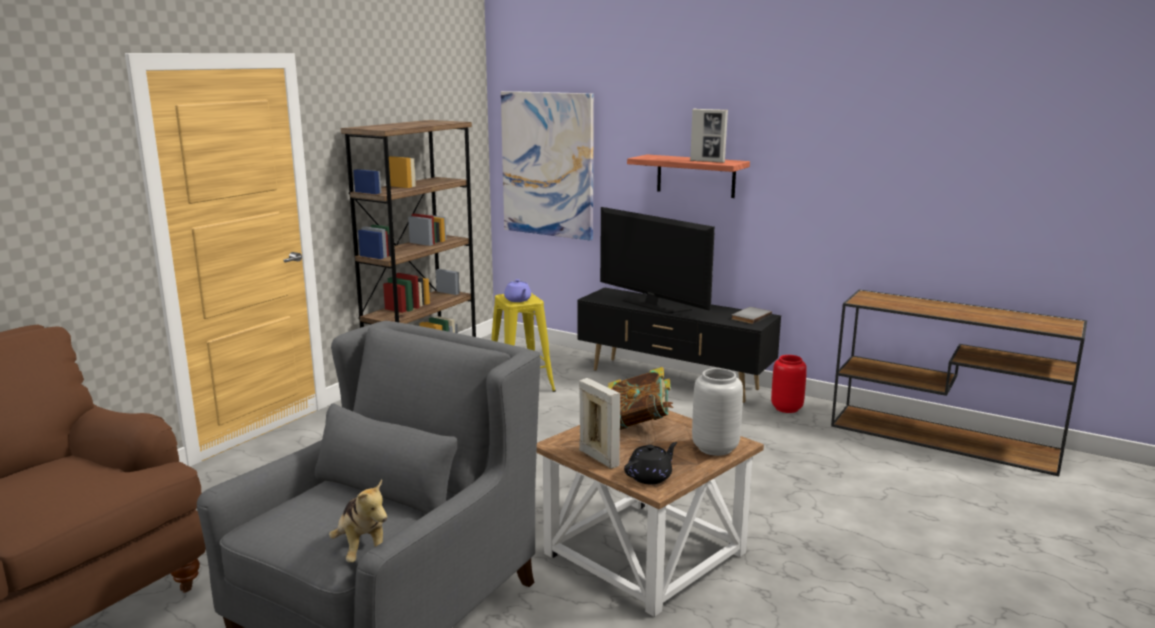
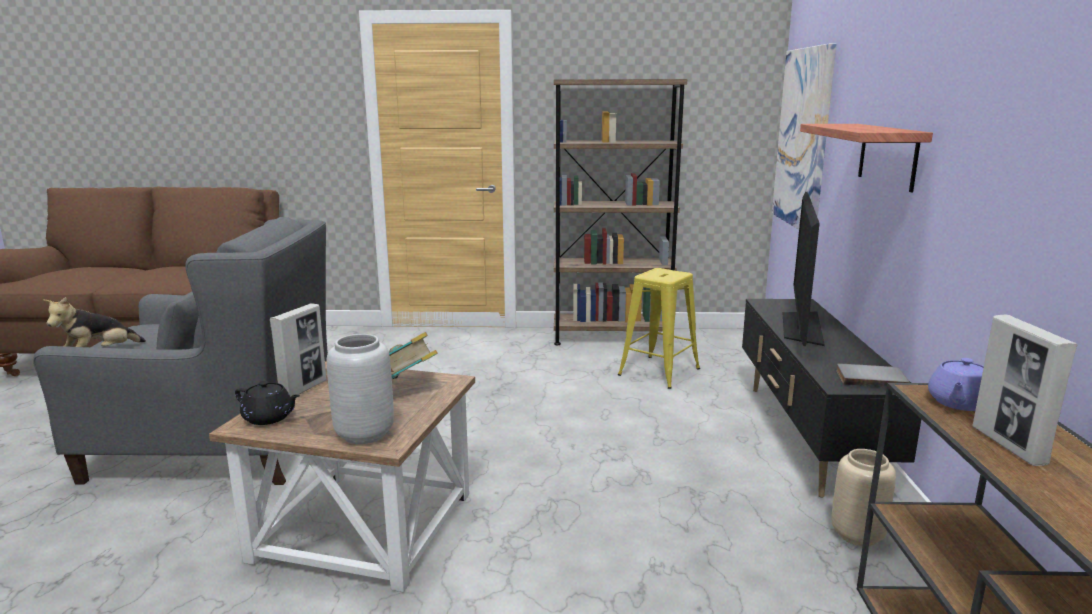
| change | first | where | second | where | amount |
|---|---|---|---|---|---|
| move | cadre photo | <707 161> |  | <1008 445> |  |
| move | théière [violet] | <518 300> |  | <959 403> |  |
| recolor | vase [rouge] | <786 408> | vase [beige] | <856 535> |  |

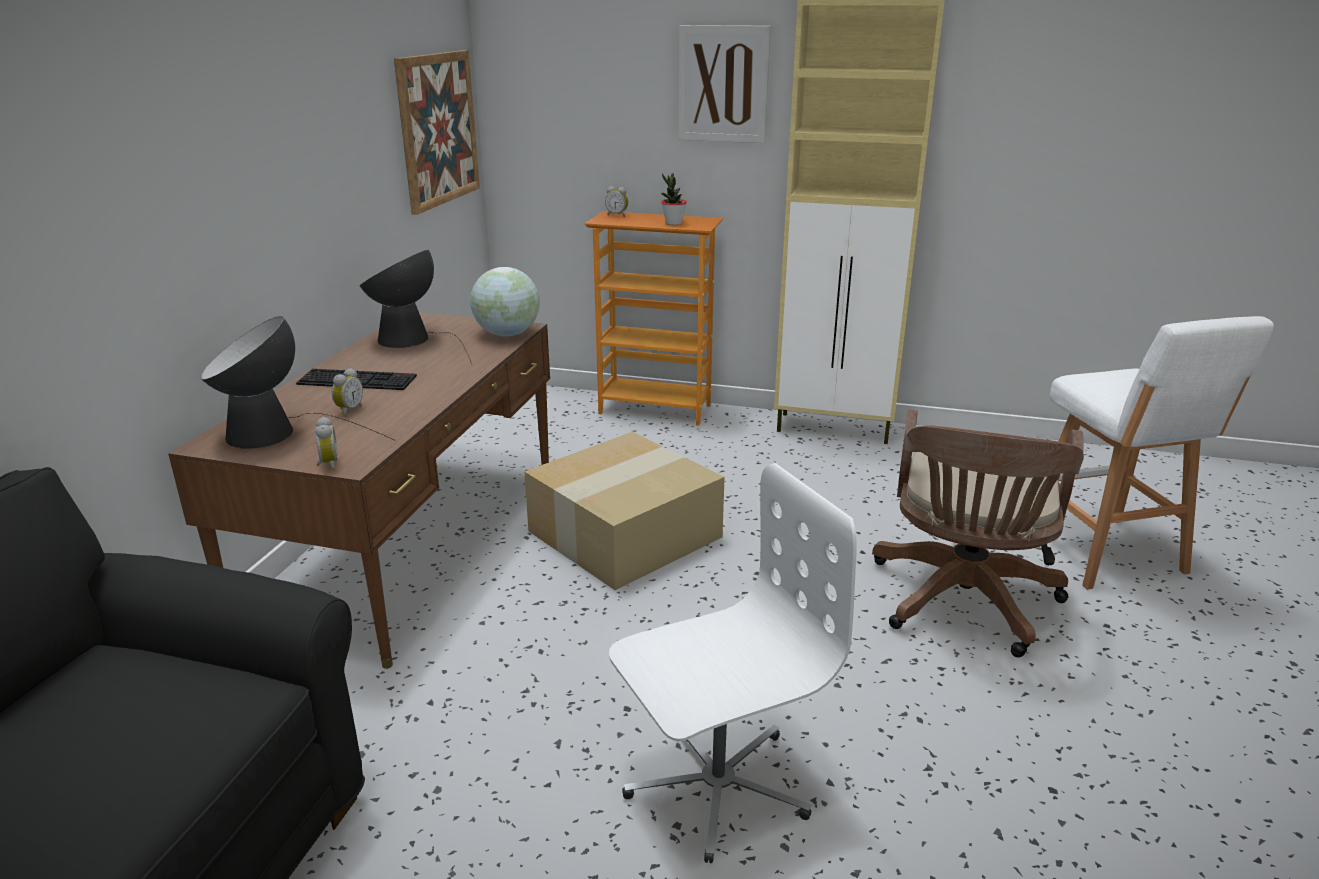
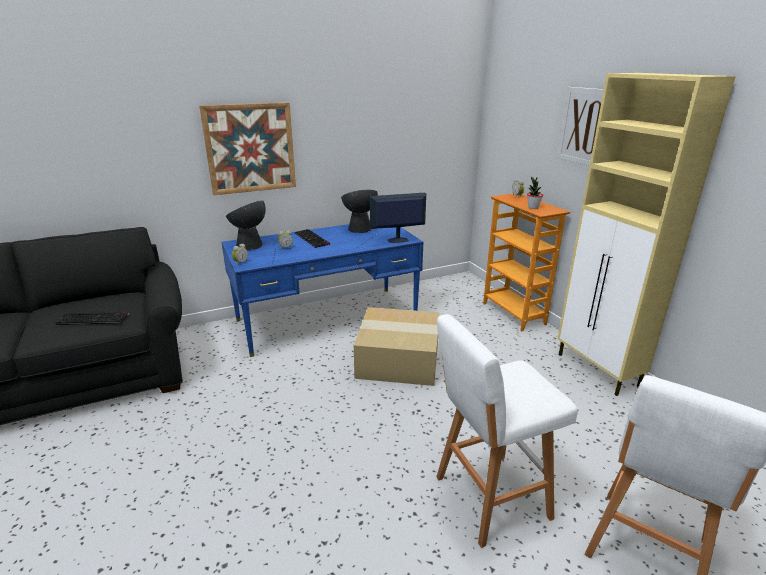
| change | first | where | second | where | amount |
|---|---|---|---|---|---|
| move | tableau | <438 129> |  | <250 148> |  |
| replace | globe | <507 334> | écran d'ordinateur | <397 240> |  |
| recolor | bureau [marron] | <411 543> | bureau [bleu] | <327 319> |  |
| replace | chaise de bureau [marron] | <963 604> | tabouret [blanc] | <488 498> |  |
| delete | chaise de bureau [blanc] | <716 784> |  |  |  |
| insert |  |  | clavier | <93 318> |  |

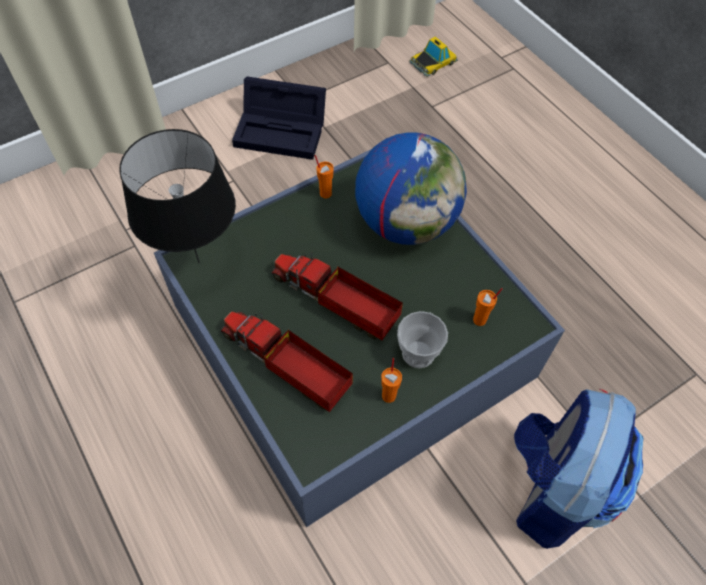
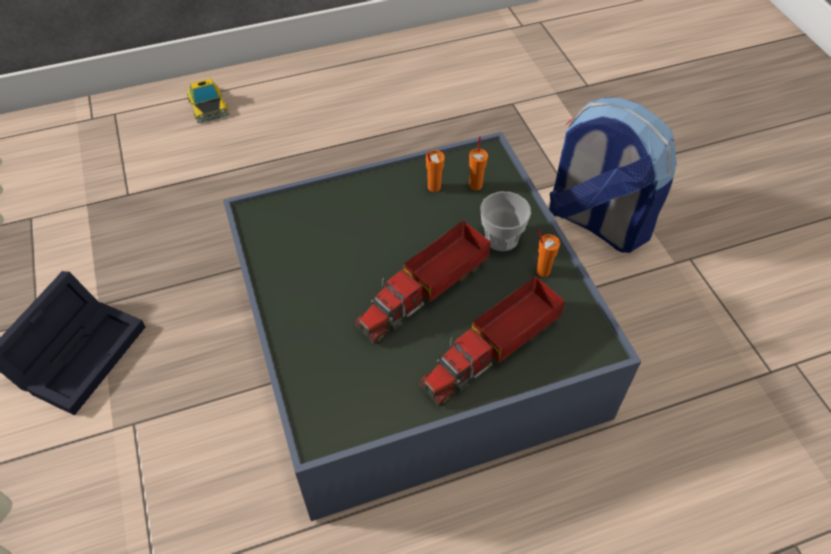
| change | first | where | second | where | amount |
|---|---|---|---|---|---|
| move | petite voiture | <433 62> |  | <208 105> |  |
| delete | lampe de table [noir] | <200 262> |  |  |  |
| delete | globe | <406 222> |  |  |  |
| move | tasse [orange] | <325 193> |  | <433 187> |  |

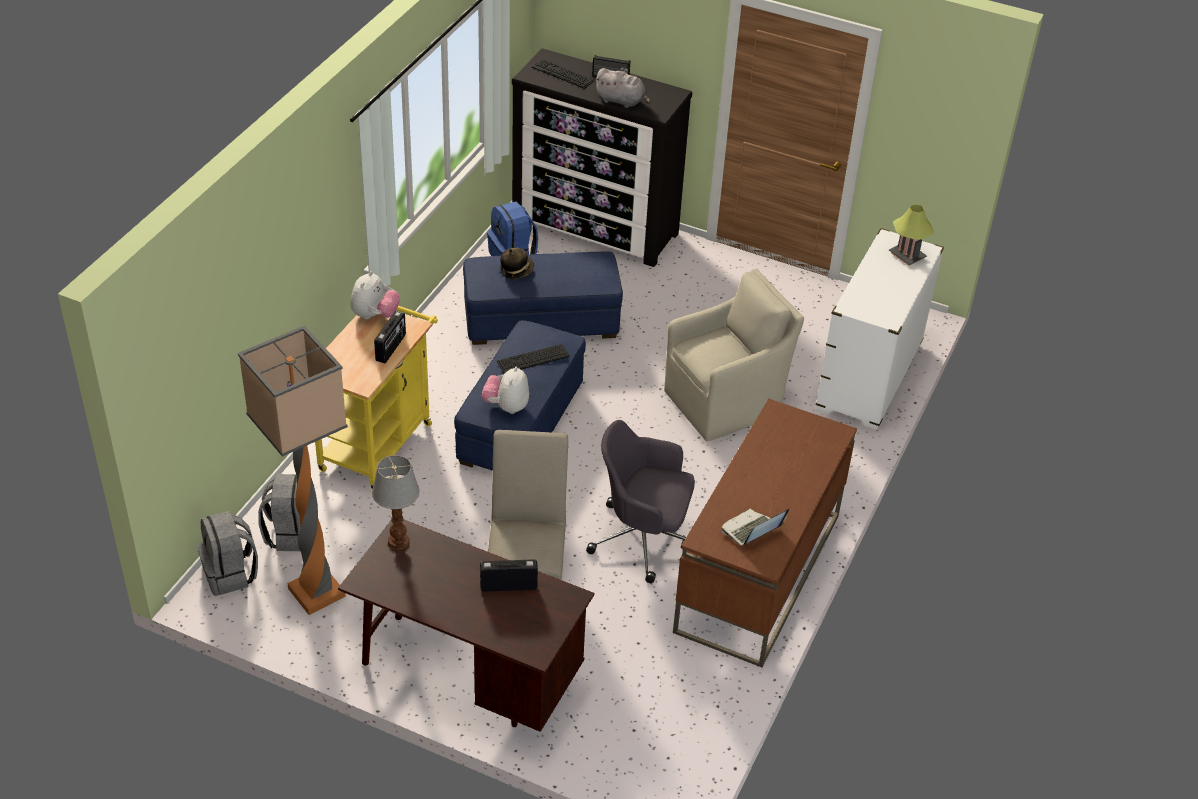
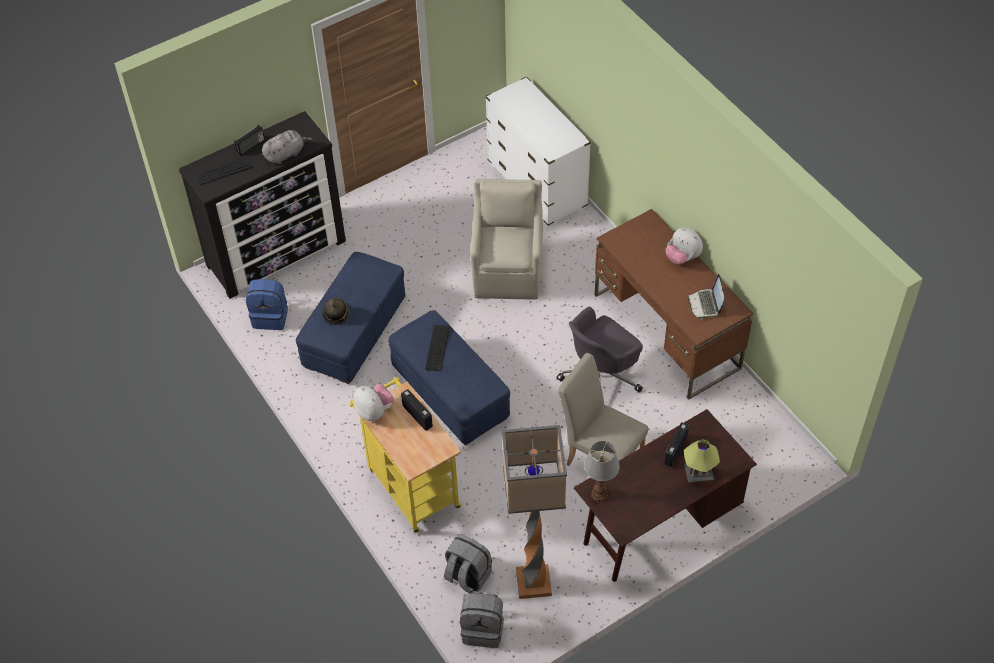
| change | first | where | second | where | amount |
|---|---|---|---|---|---|
| move | lampe de table | <907 256> |  | <698 473> |  |
| move | peluche | <506 406> |  | <682 257> |  |

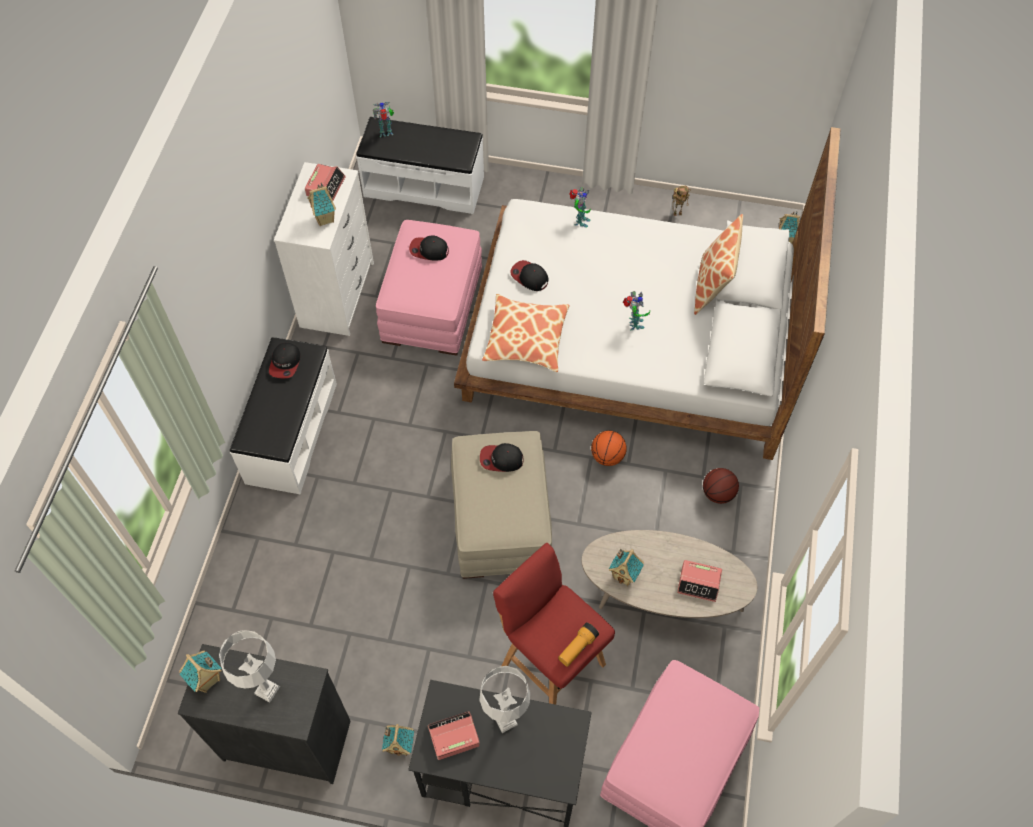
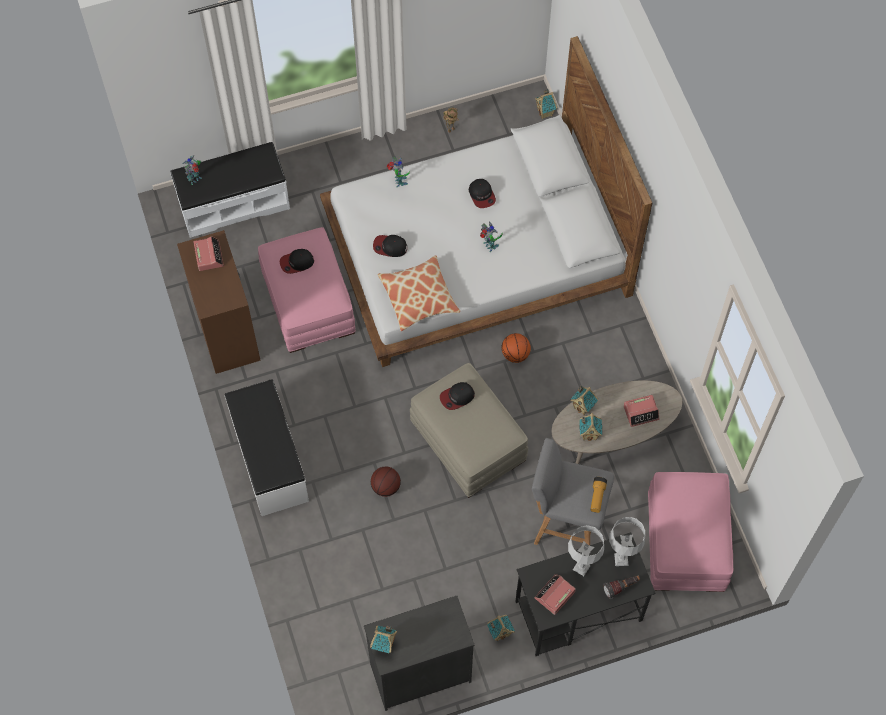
| change | first | where | second | where | amount |
|---|---|---|---|---|---|
| recolor | commode [blanc] | <338 295> | commode [marron] | <227 331> |  |
| move | maison miniature | <325 219> |  | <583 407> |  |
| delete | coussin | <713 286> |  |  |  |
| move | casquette | <285 363> |  | <482 195> |  |
| move | ballon de basket | <718 493> |  | <386 486> |  |
| recolor | tabouret [rouge] | <550 663> | tabouret [gris] | <565 522> |  |
| move | lampe de table [gris] | <267 690> |  | <621 559> |  |
| insert |  |  | lampe de poche | <621 587> |  |

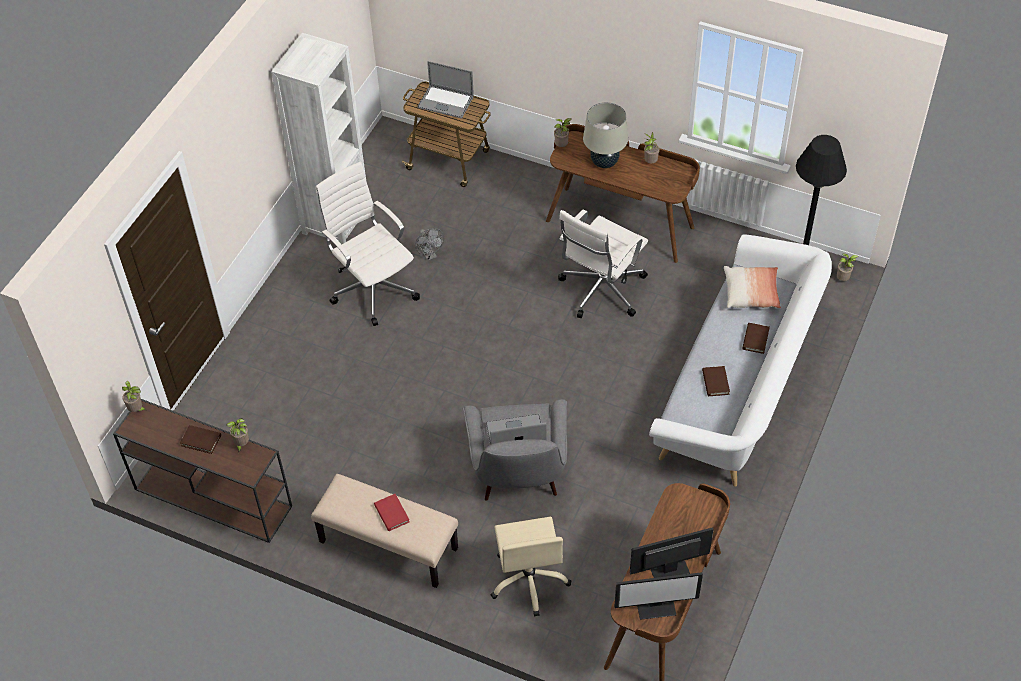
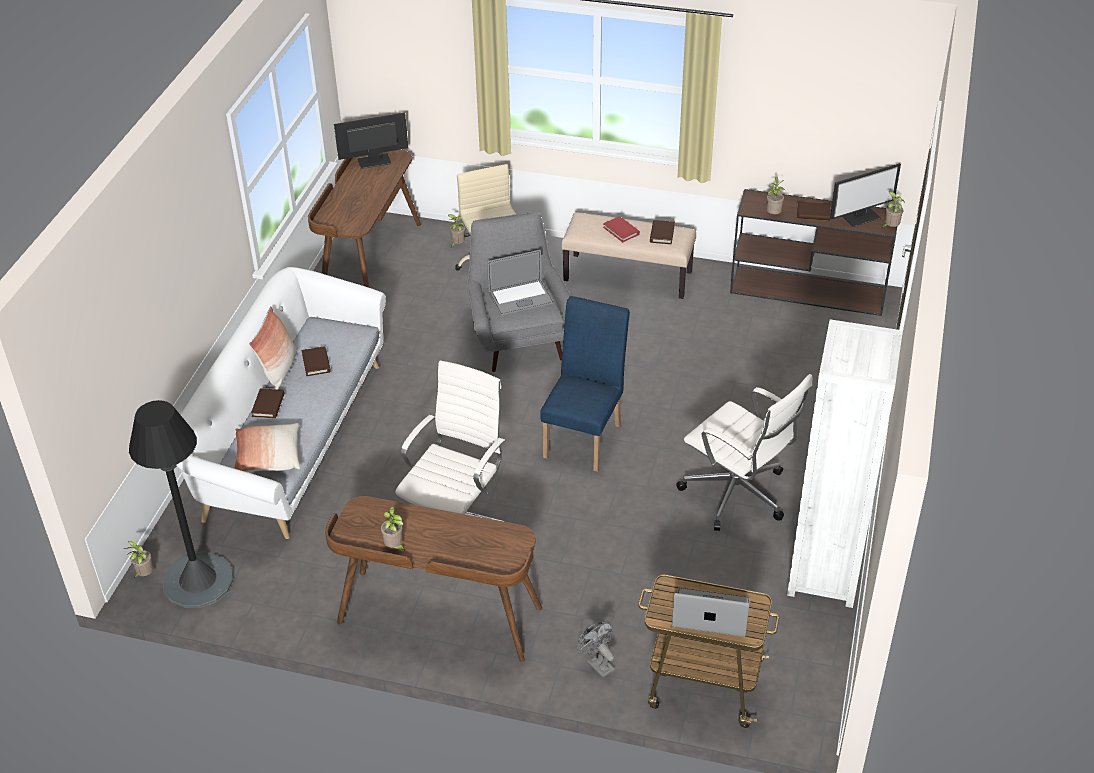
| change | first | where | second | where | amount |
|---|---|---|---|---|---|
| delete | lampe de table [beige] | <604 162> |  |  |  |
| move | plante en pot | <562 146> |  | <457 245> |  |
| move | ventilateur [gris] | <430 255> |  | <597 663> |  |
| move | écran d'ordinateur | <668 569> |  | <861 216> |  |
| insert |  |  | livre [marron] | <662 234> |  |
| insert |  |  | chaise [bleu] | <585 436> |  |
| insert |  |  | coussin | <279 371> |  |

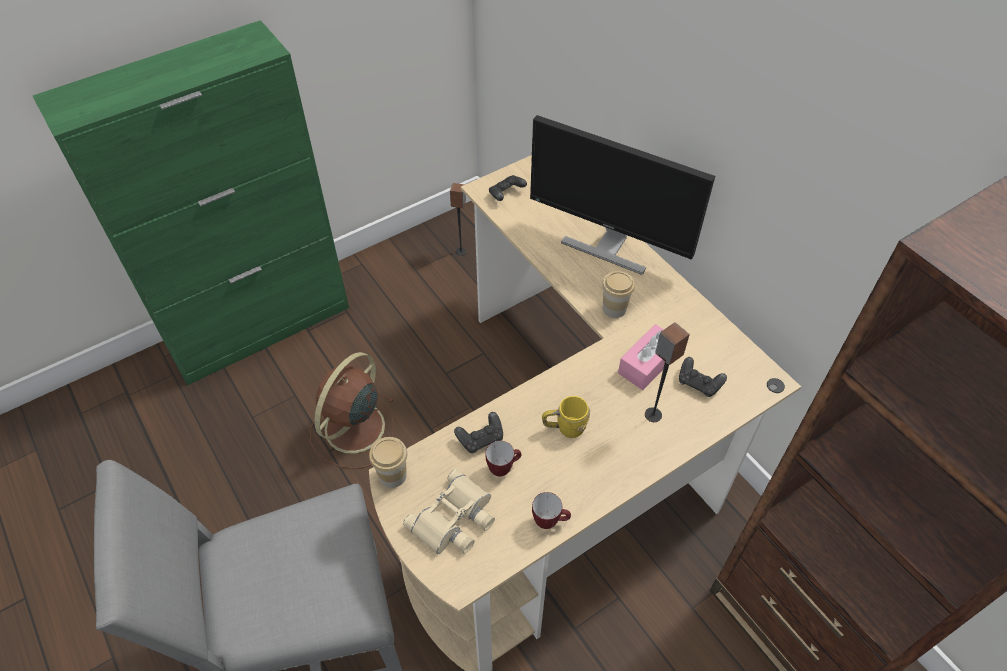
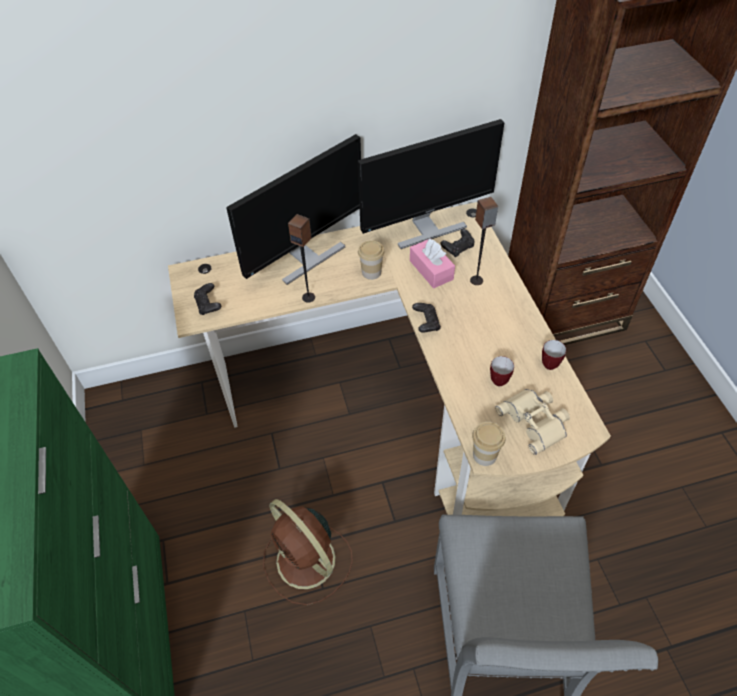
| change | first | where | second | where | amount |
|---|---|---|---|---|---|
| move | enceinte | <461 251> |  | <308 297> |  |
| delete | mug [jaune] | <564 428> |  |  |  |
| move | manette [noir] | <481 439> |  | <426 323> |  |
| insert |  |  | écran d'ordinateur | <426 228> |  |

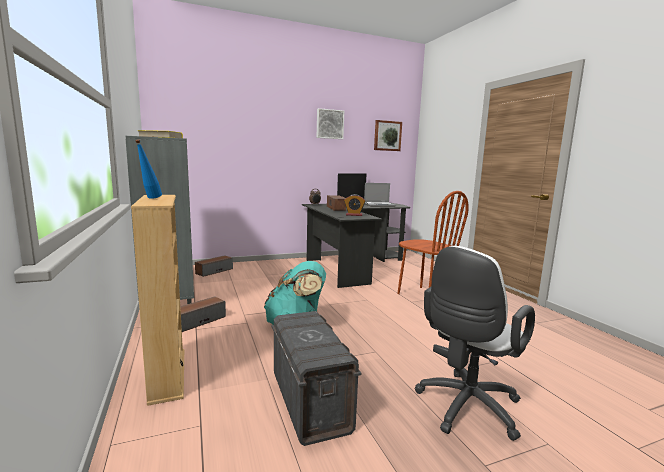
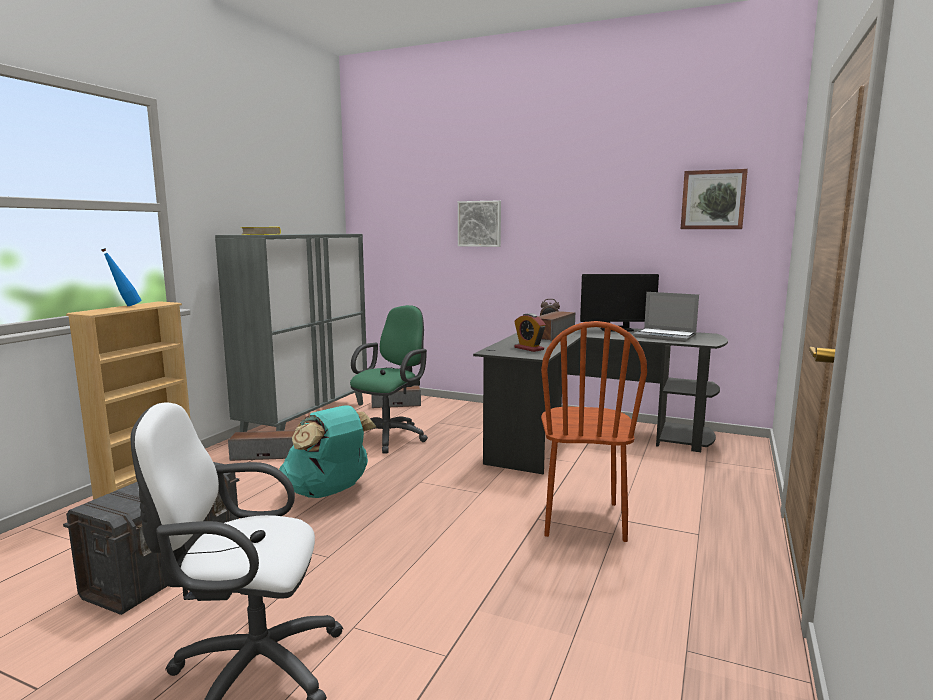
| change | first | where | second | where | amount |
|---|---|---|---|---|---|
| move | tableau | <329 124> |  | <480 223> |  |
| insert |  |  | chaise de bureau [vert] | <390 437> |  |

